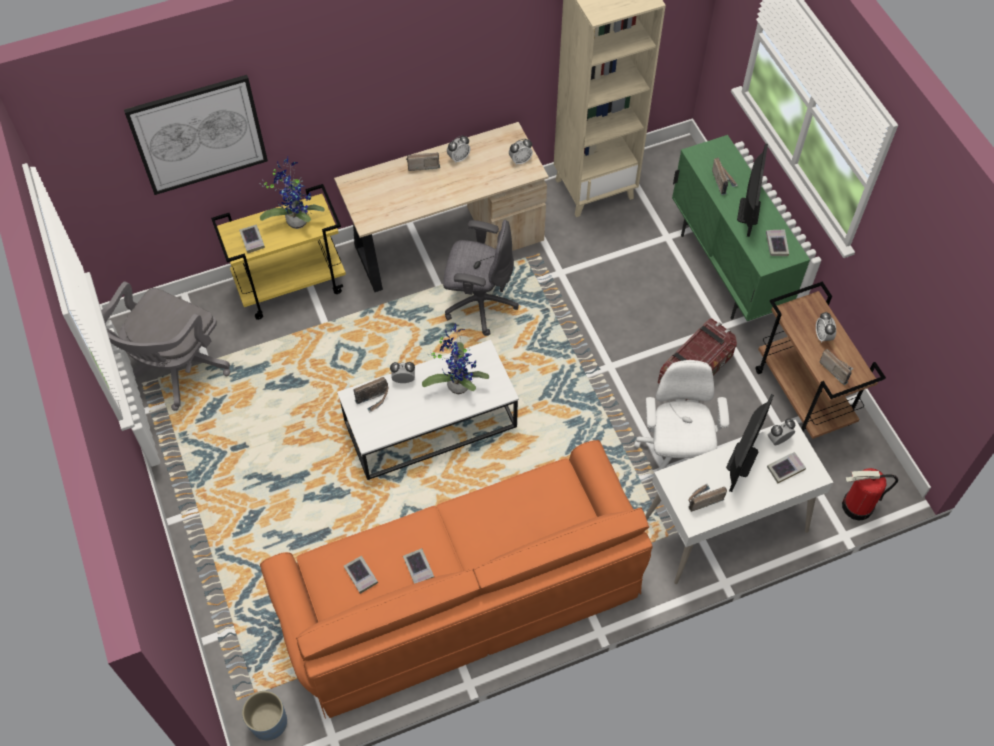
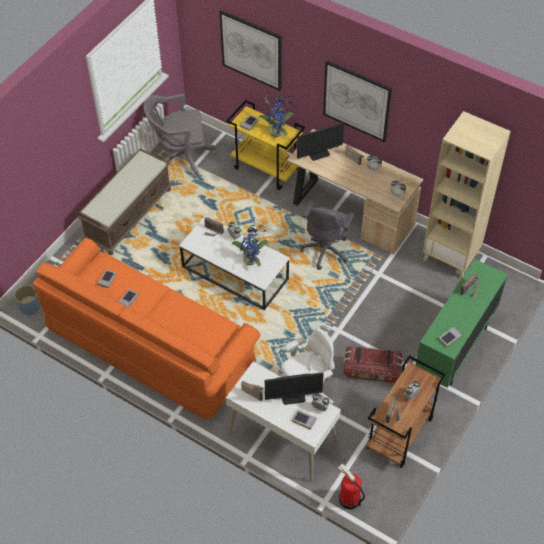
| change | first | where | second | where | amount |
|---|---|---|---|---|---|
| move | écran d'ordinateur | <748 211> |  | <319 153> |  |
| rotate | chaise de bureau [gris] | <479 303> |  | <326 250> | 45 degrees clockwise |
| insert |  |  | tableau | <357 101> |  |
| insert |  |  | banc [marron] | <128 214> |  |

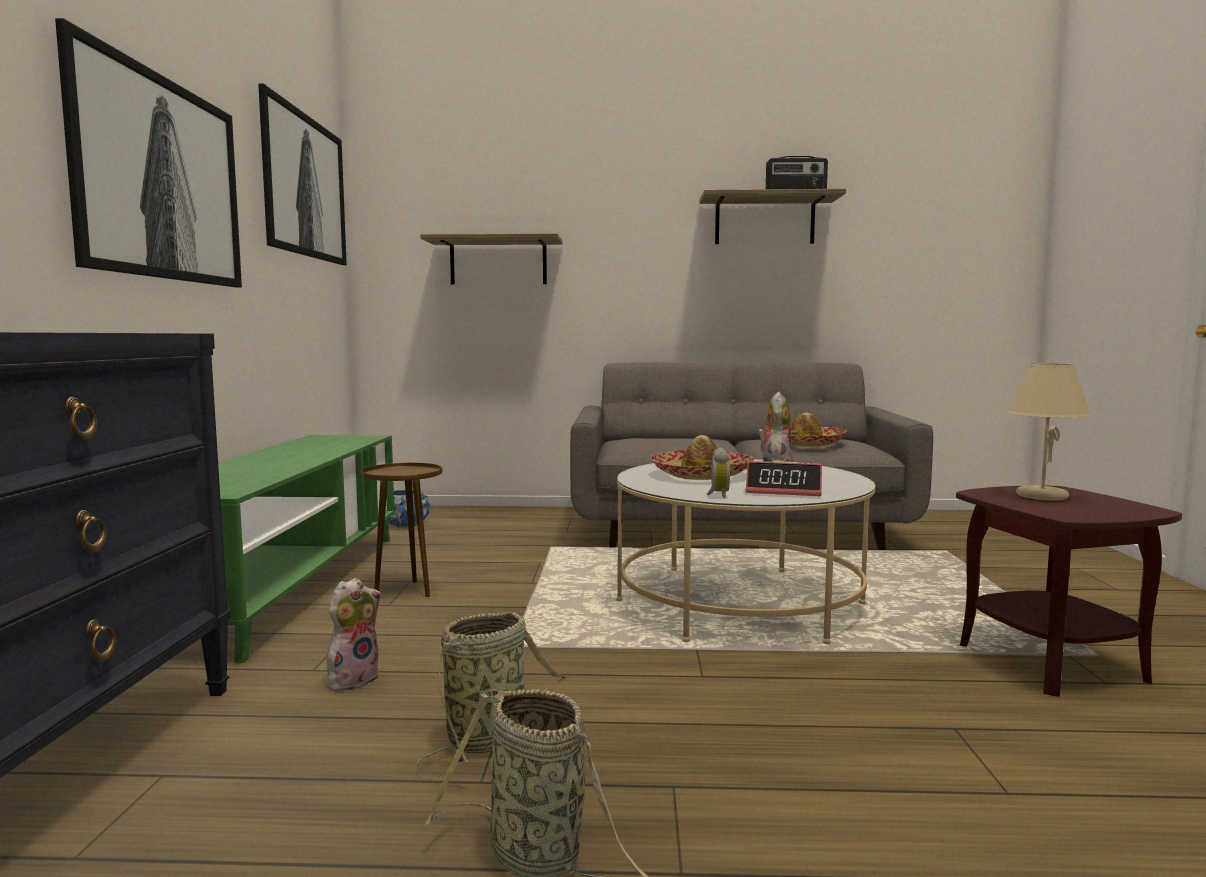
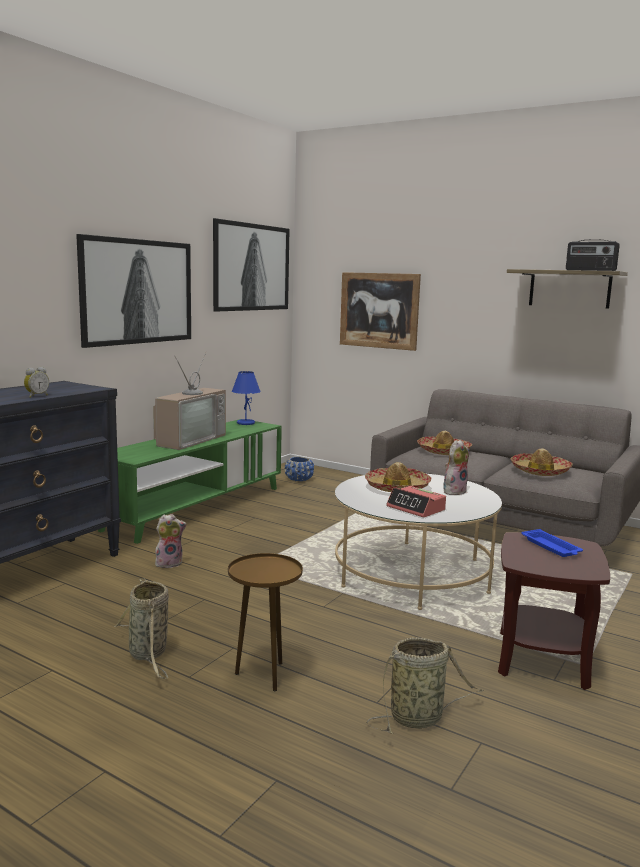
| change | first | where | second | where | amount |
|---|---|---|---|---|---|
| replace | étagère | <498 262> | tableau | <379 310> |  |
| replace | lampe de table [beige] | <1041 496> | plateau [bleu] | <551 547> |  |
| move | réveil | <717 495> |  | <36 396> |  |
| move | table d'appoint [marron] | <406 590> |  | <264 675> |  |
| move | panier | <491 738> |  | <419 718> |  |
| insert |  |  | téléviseur | <188 439> |  |
| insert |  |  | lampe de table [bleu] | <245 423> |  |
| insert |  |  | chapeau | <443 451> |  |

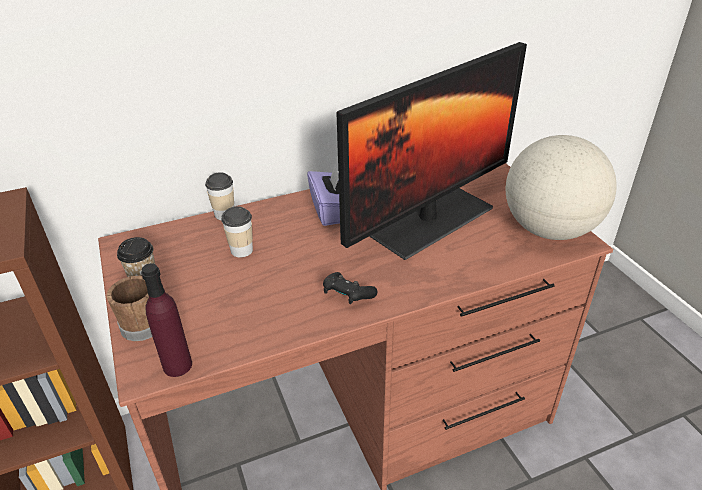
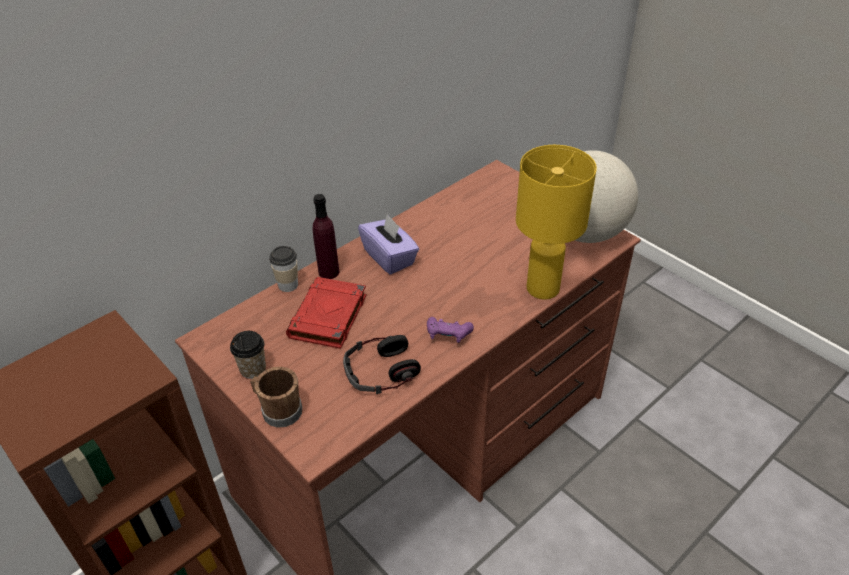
| change | first | where | second | where | amount |
|---|---|---|---|---|---|
| delete | écran d'ordinateur | <430 220> |  |  |  |
| replace | tasse | <241 250> | livre [rouge] | <328 317> |  |
| move | bouteille [violet] | <177 365> |  | <329 272> |  |
| recolor | manette [noir] | <347 296> | manette [violet] | <448 336> |  |
| insert |  |  | lampe de table [jaune] | <541 288> |  |
| insert |  |  | casque audio | <381 371> |  |

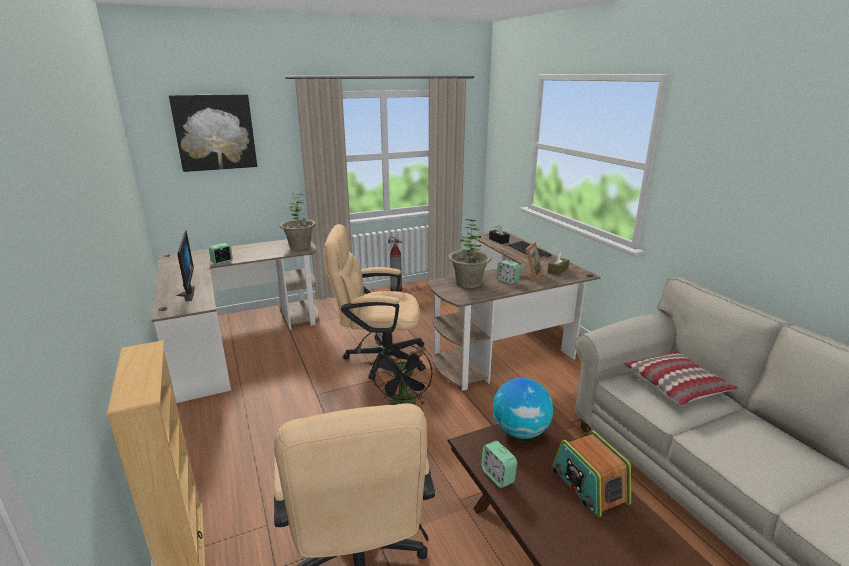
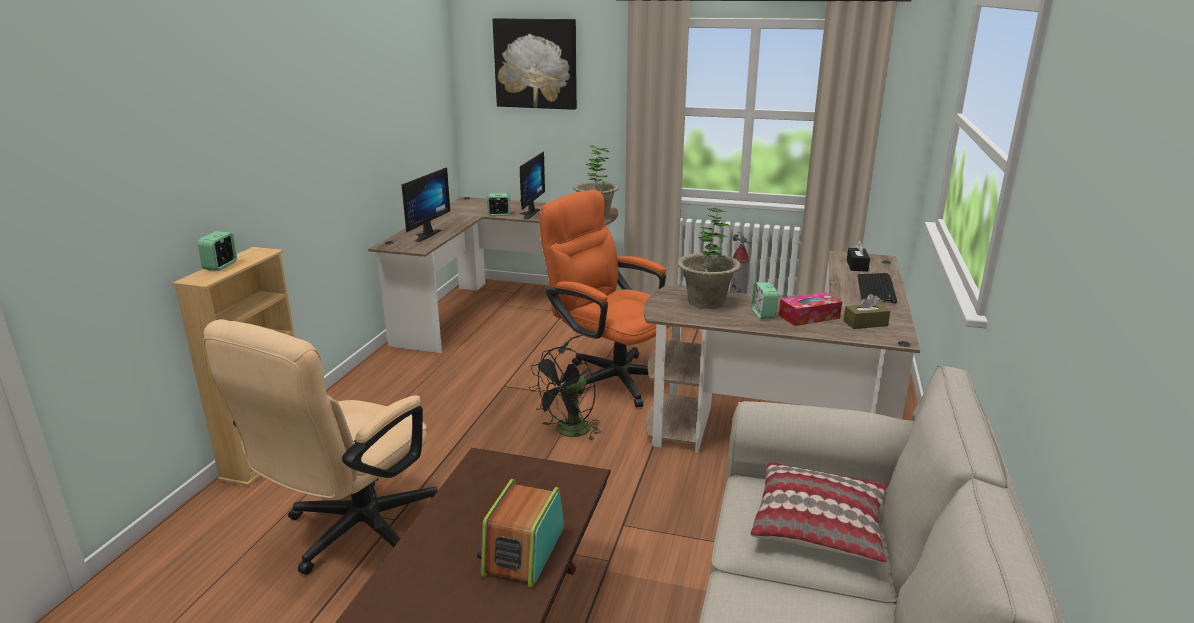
| change | first | where | second | where | amount |
|---|---|---|---|---|---|
| recolor | chaise de bureau [beige] | <378 357> | chaise de bureau [orange] | <609 376> |  |
| replace | cadre photo | <530 275> | boîte à mouchoirs | <809 317> |  |
| delete | globe | <520 431> |  |  |  |
| move | réveil | <497 476> |  | <221 266> |  |
| insert |  |  | écran d'ordinateur | <527 213> |  |

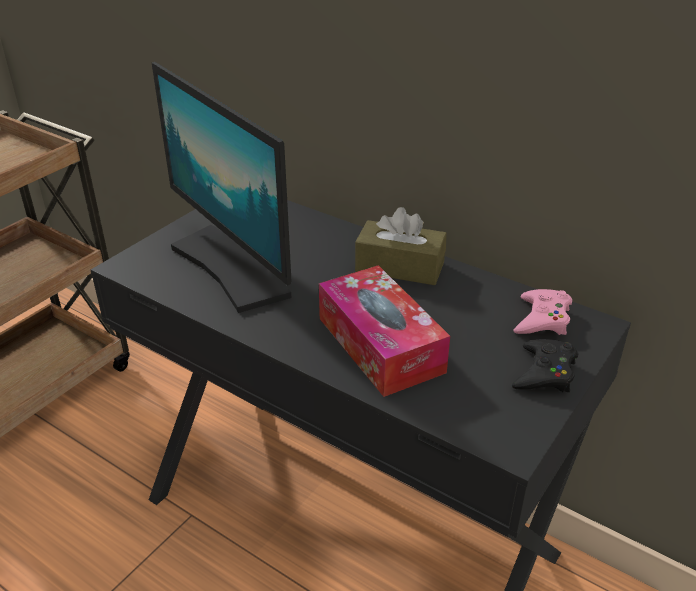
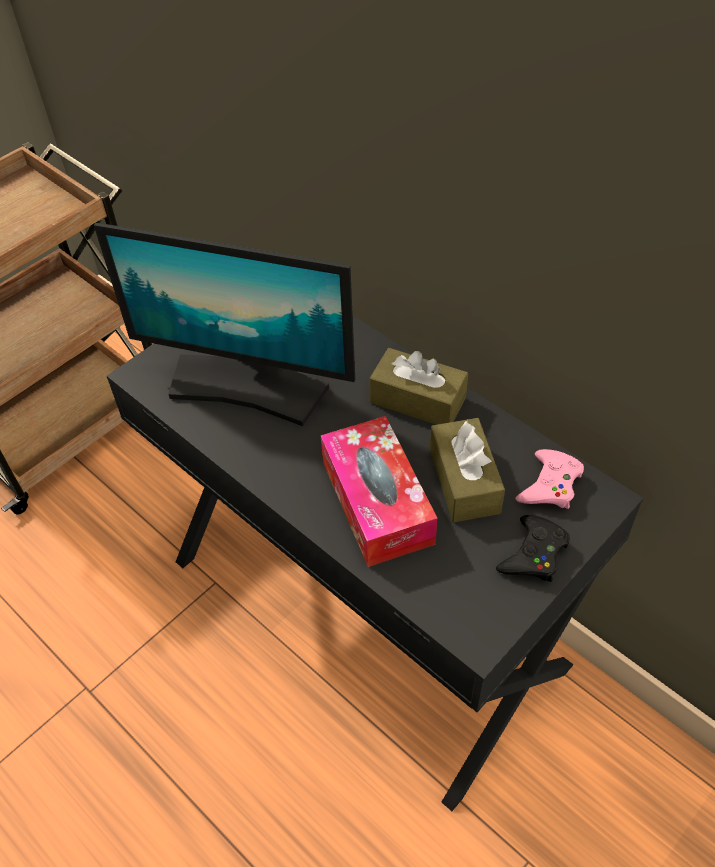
| change | first | where | second | where | amount |
|---|---|---|---|---|---|
| rotate | écran d'ordinateur | <233 267> |  | <247 386> | 45 degrees counterclockwise |
| insert |  |  | boîte à mouchoirs [marron] | <464 481> |  |

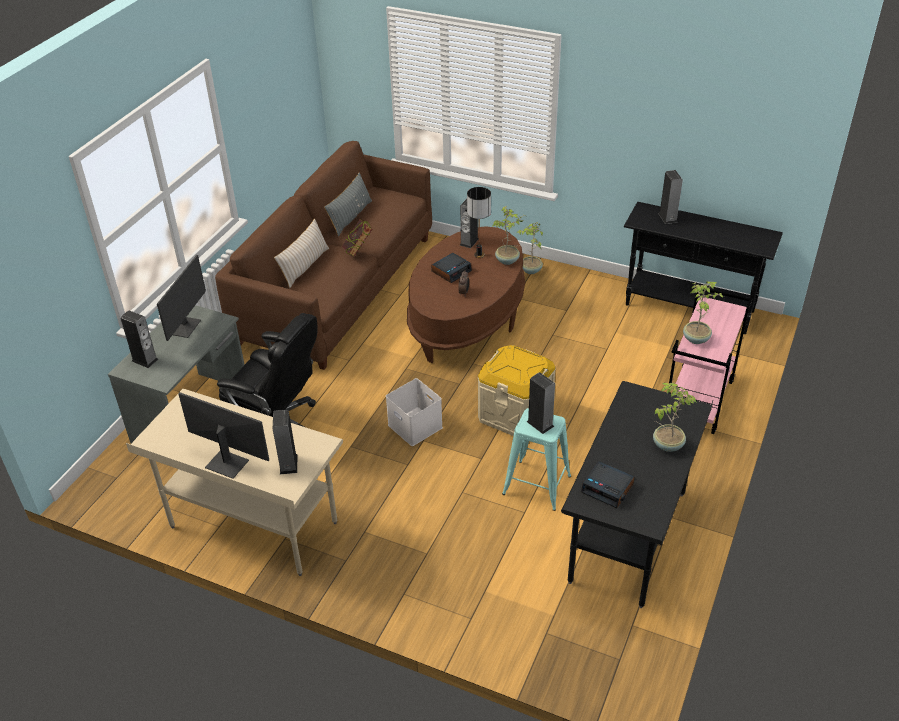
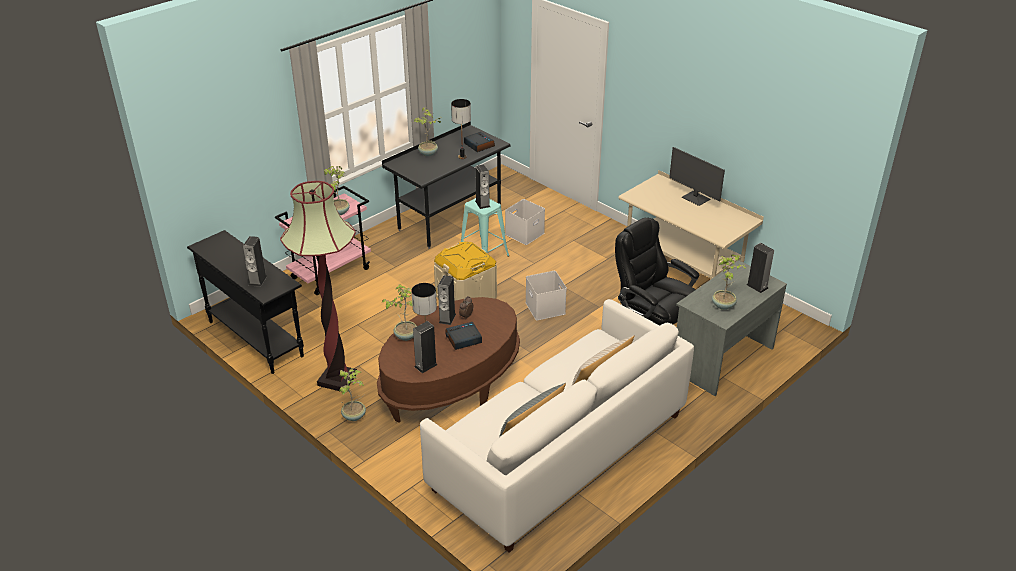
| change | first | where | second | where | amount |
|---|---|---|---|---|---|
| recolor | canapé [marron] | <337 289> | canapé [blanc] | <560 451> |  |
| delete | livre | <358 251> |  |  |  |
| replace | écran d'ordinateur | <185 327> | plante en pot | <723 305> |  |
| move | enceinte | <288 464> |  | <447 318> |  |
| insert |  |  | lampe de table | <462 157> |  |
| insert |  |  | lampadaire | <337 379> |  |
| insert |  |  | boîte de rangement [blanc] | <524 234> |  |

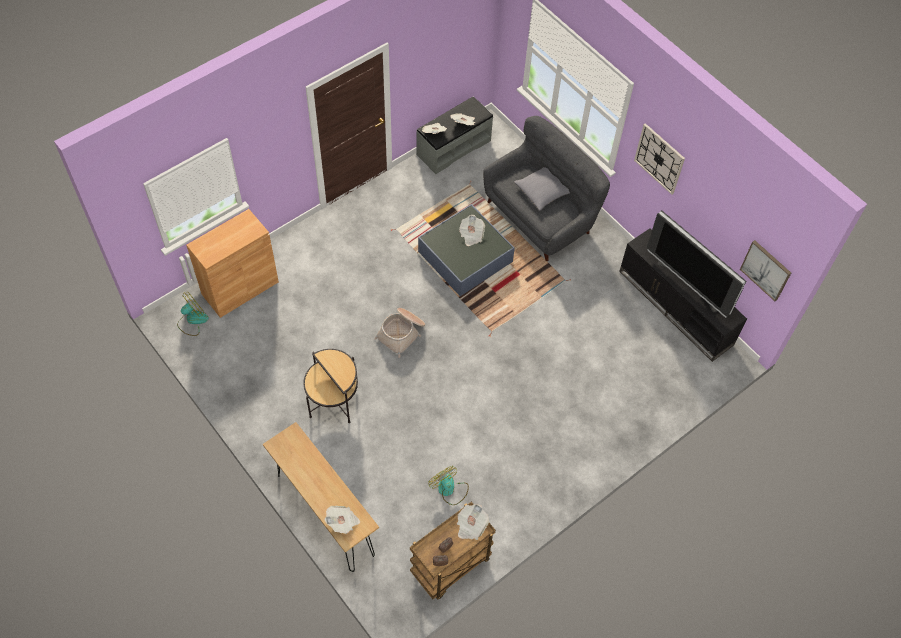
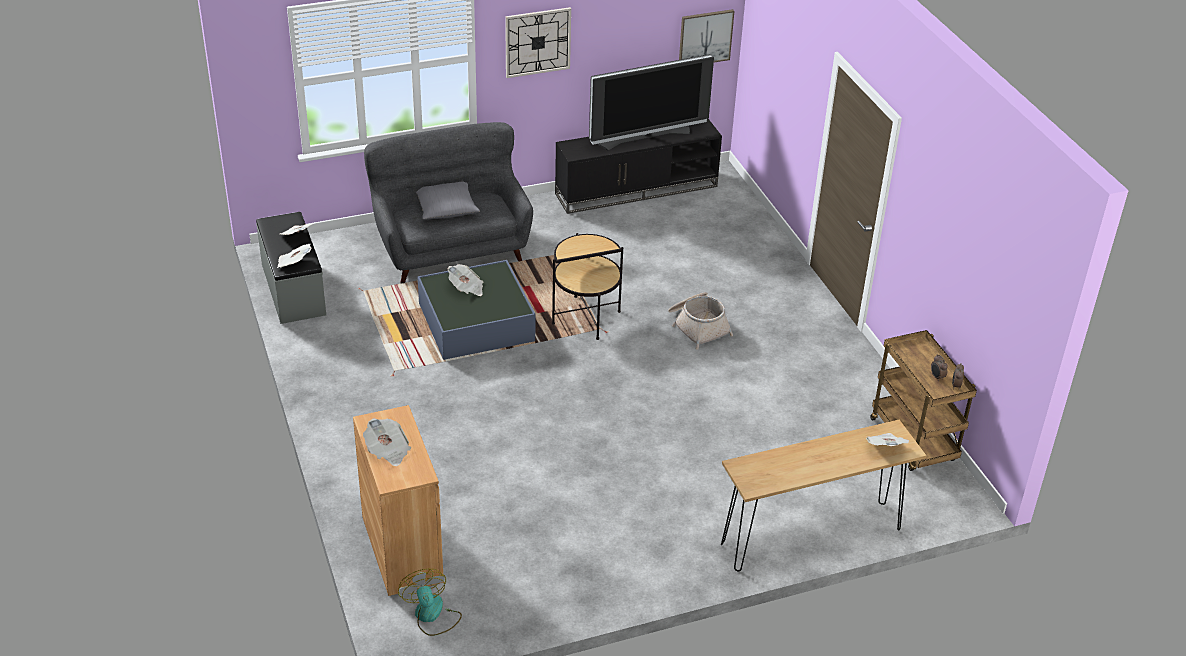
| change | first | where | second | where | amount |
|---|---|---|---|---|---|
| move | panier | <402 333> |  | <697 326> |  |
| move | table d'appoint | <333 402> |  | <586 317> |  |
| delete | ventilateur | <449 490> |  |  |  |
| move | journal | <470 526> |  | <388 451> |  |

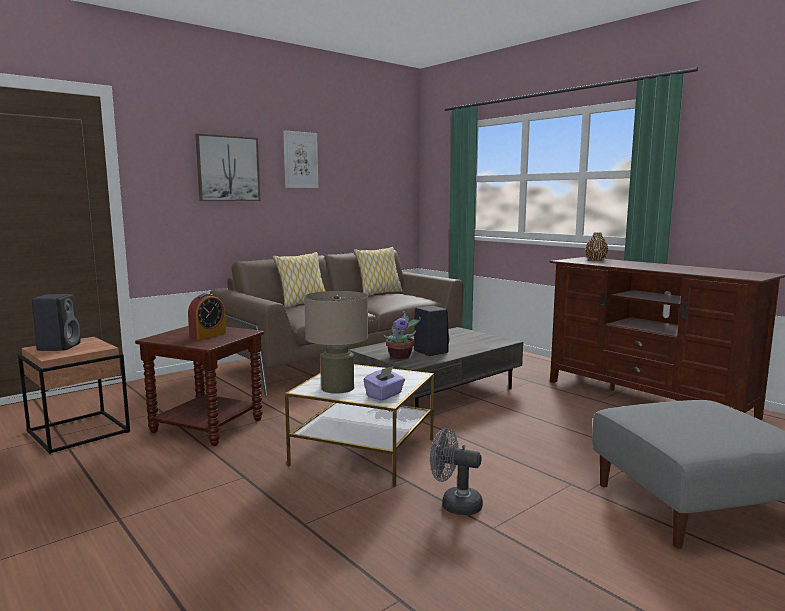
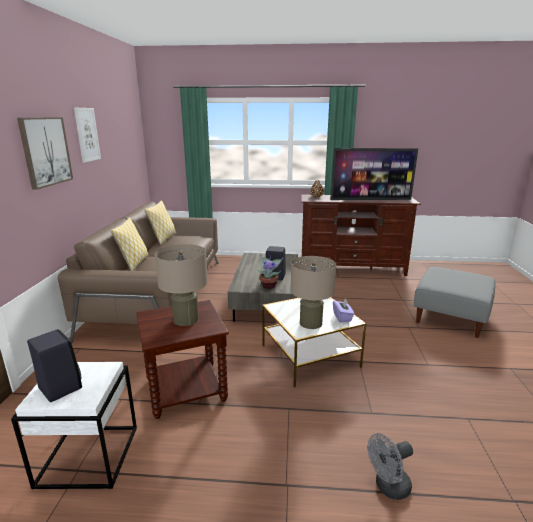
| change | first | where | second | where | amount |
|---|---|---|---|---|---|
| replace | réveil | <208 335> | lampe de table [beige] | <186 319> |  |
| recolor | table d'appoint [marron] | <78 432> | table d'appoint [blanc] | <89 457> |  |
| move | ventilateur [gris] | <455 504> |  | <388 487> |  |
| insert |  |  | téléviseur | <370 200> |  |

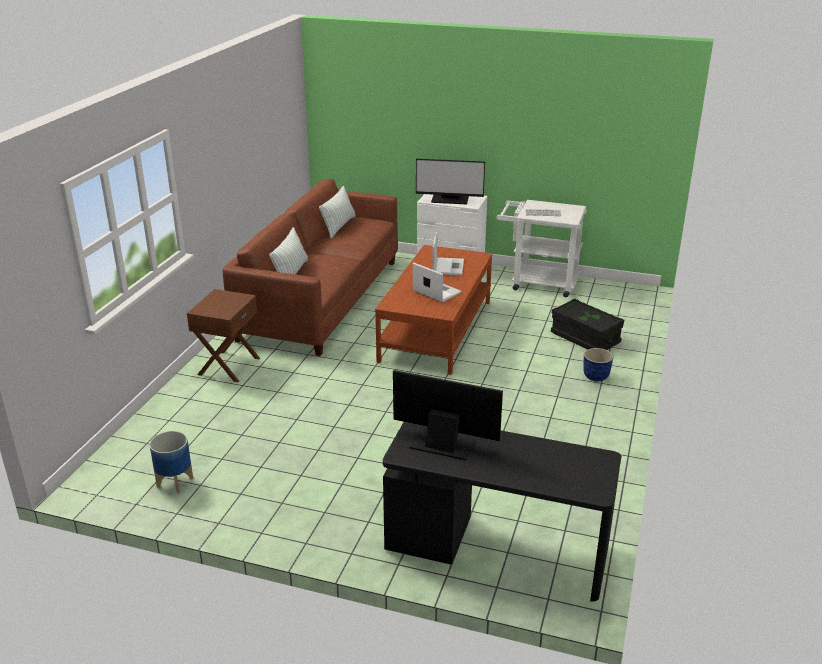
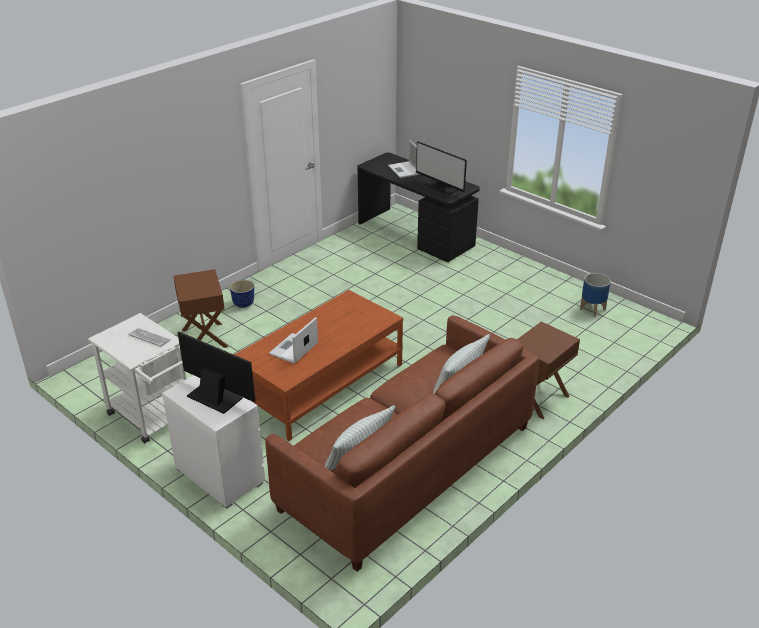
| change | first | where | second | where | amount |
|---|---|---|---|---|---|
| move | ordinateur portable | <436 291> |  | <405 170> |  |
| replace | boîte de rangement [noir] | <585 338> | table d'appoint [marron] | <204 338> |  |

